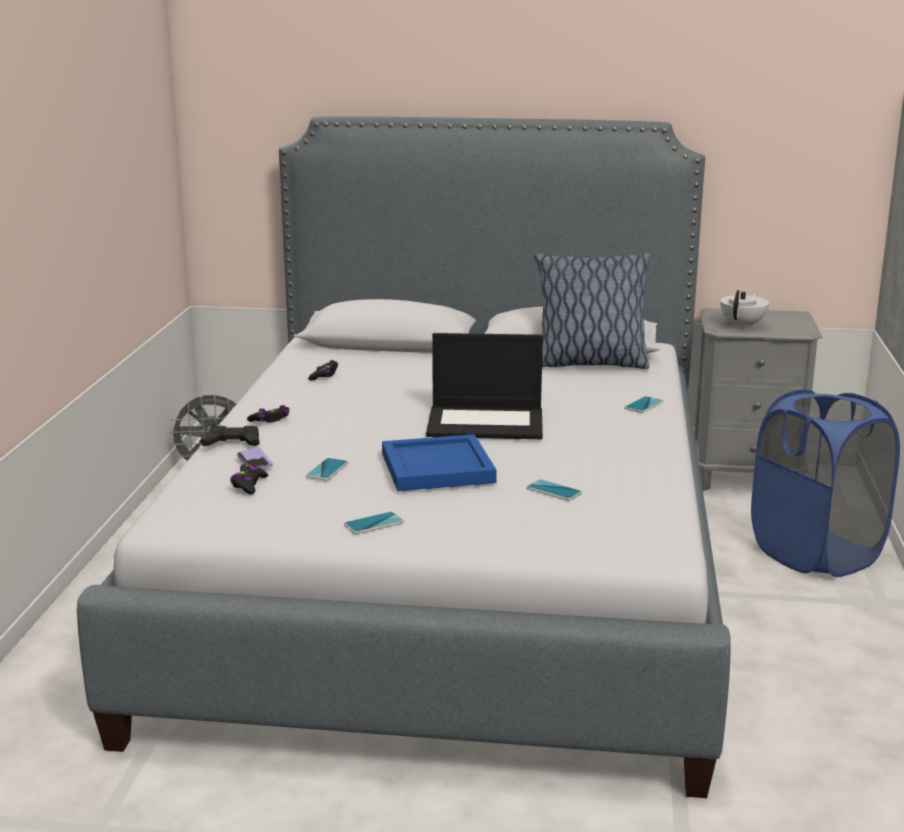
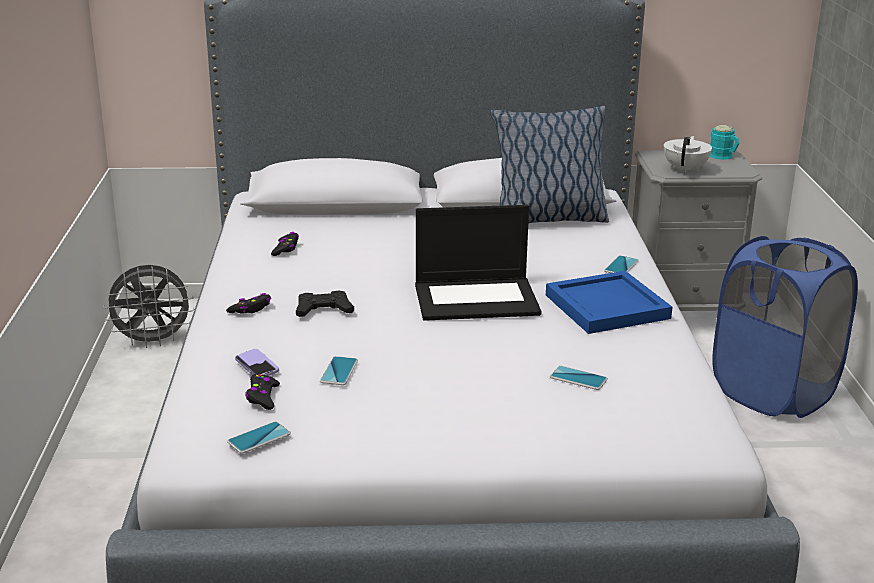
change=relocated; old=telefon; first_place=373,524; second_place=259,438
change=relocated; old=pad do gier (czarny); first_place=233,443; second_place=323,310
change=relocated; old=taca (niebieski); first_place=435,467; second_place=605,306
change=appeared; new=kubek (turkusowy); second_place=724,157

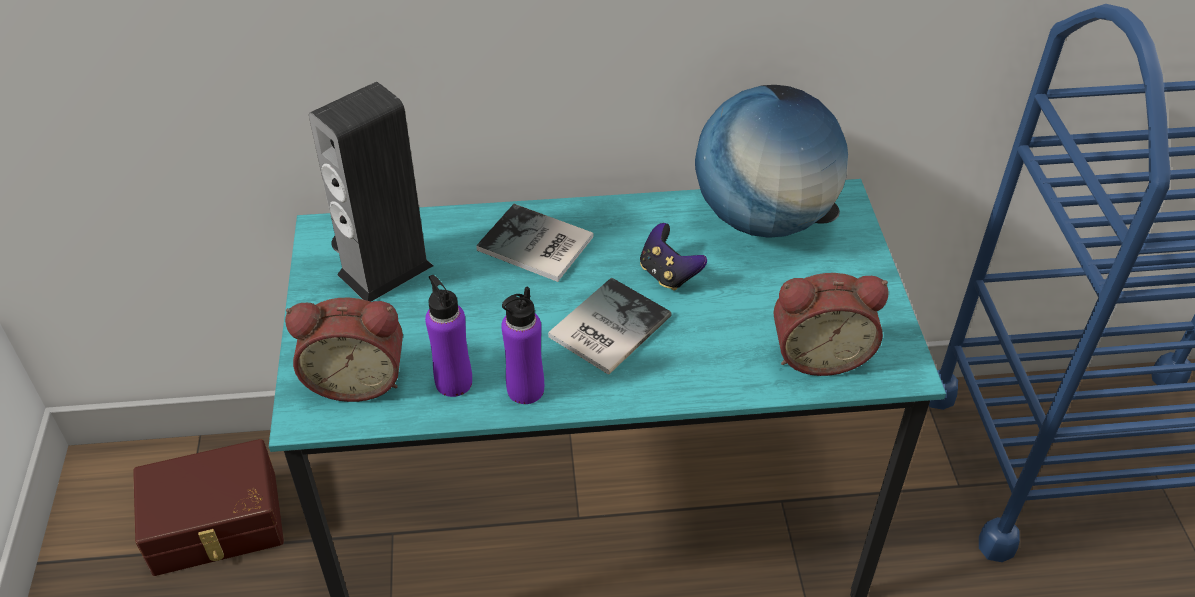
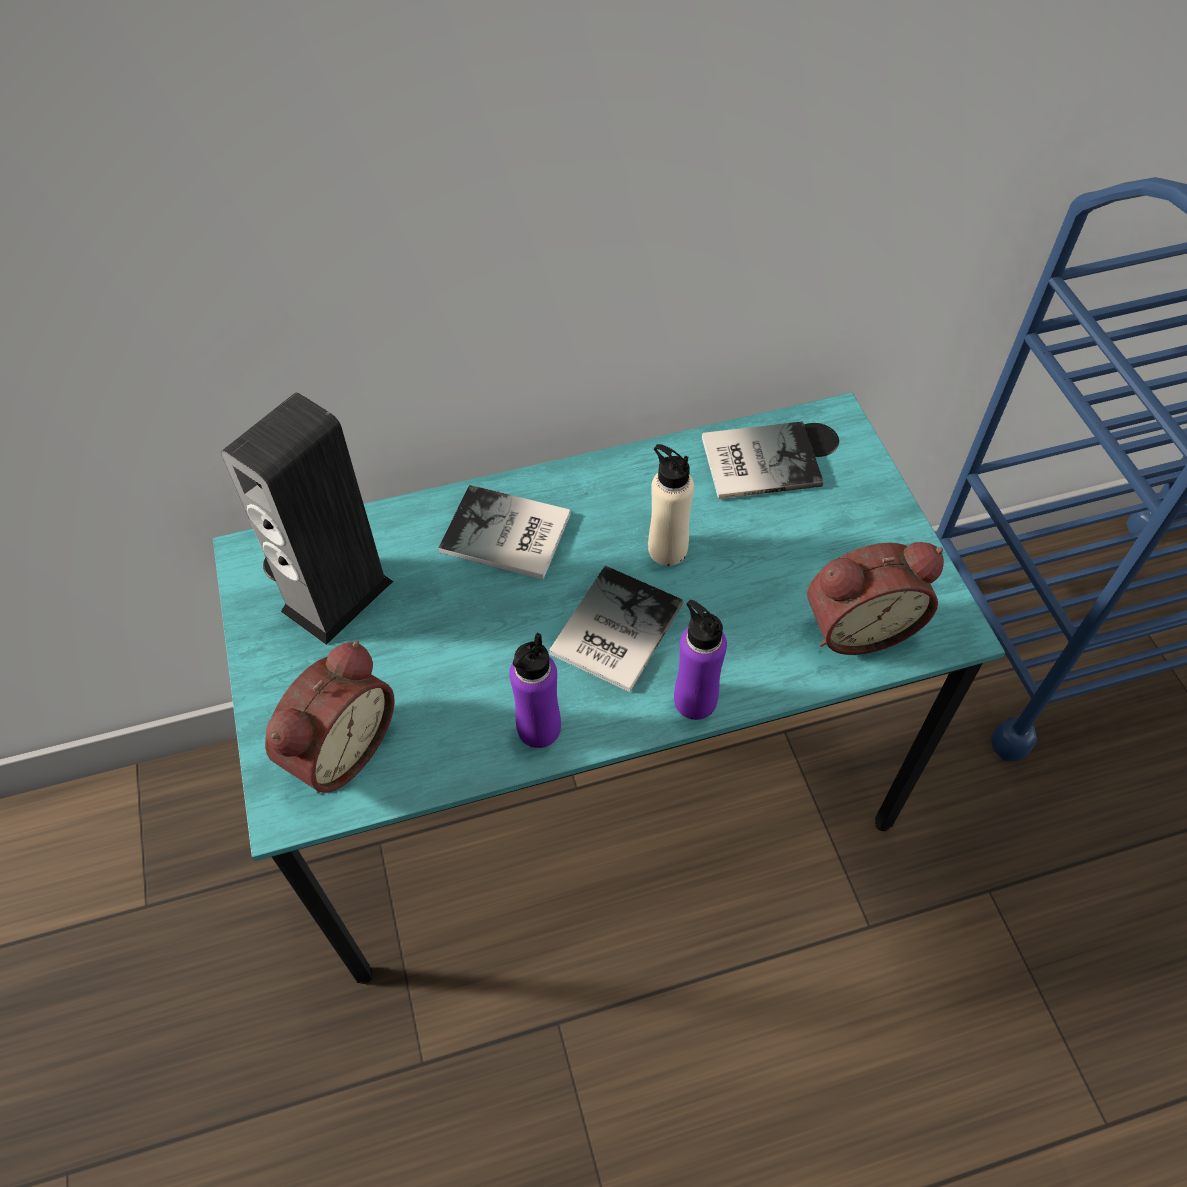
change=spun; old=budzik; first_place=357,378; second_place=337,747; degrees=-45
change=exchanged; old=pad do gier; new=butelka (beżowy); first_place=668,274; second_place=667,549
change=relocated; old=butelka (fioletowy); first_place=453,382; second_place=695,700
change=exchanged; old=globus; new=książka; first_place=763,218; second_place=757,459
change=missing; old=pojemnik do przechowywania (brązowy); first_place=216,525

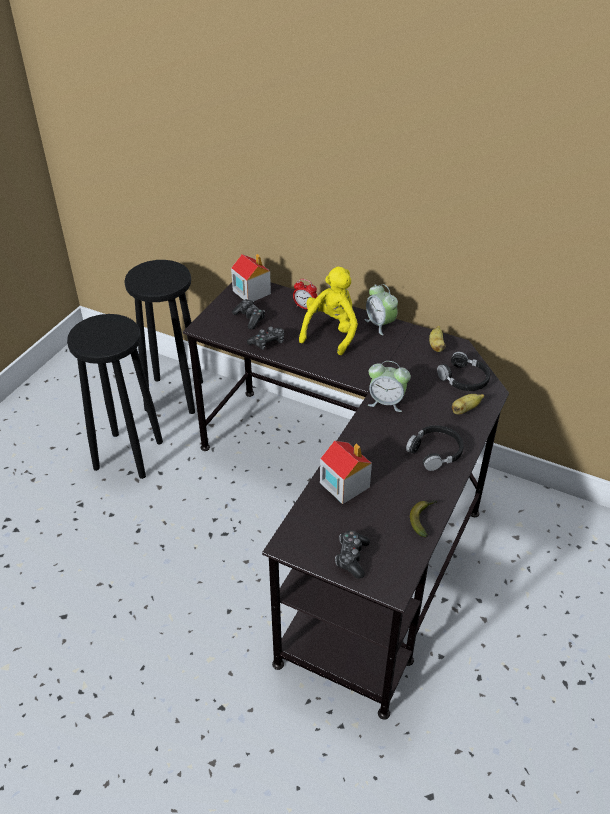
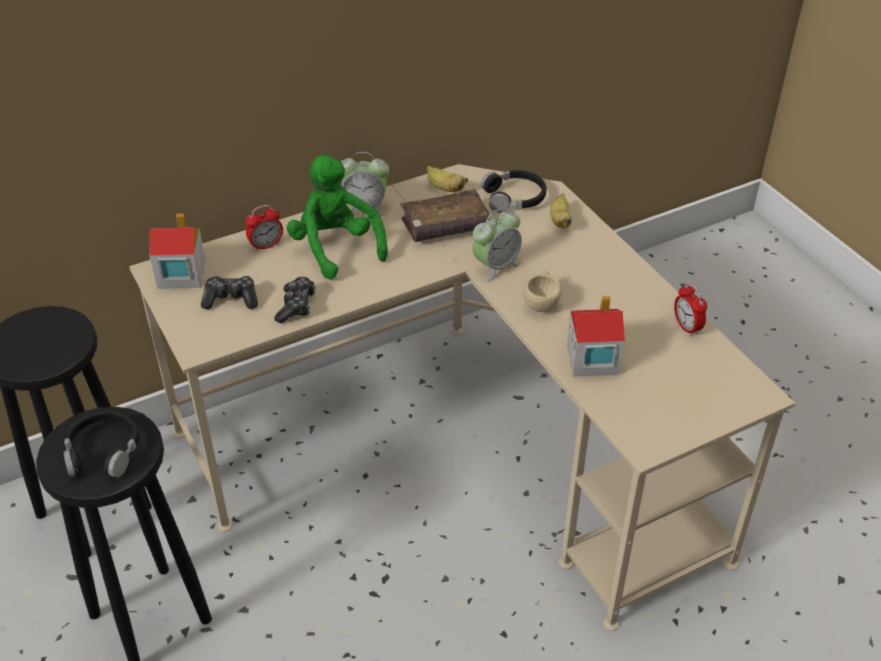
change=relocated; old=słuchawki (czarny); first_place=435,452; second_place=103,451
change=colour; old=biurko (czarny); new=biurko (beżowy); first_place=350,513; second_place=458,446
change=colour; old=pluszak (żółty); new=pluszak (zielony); first_place=331,332; second_place=336,248
change=appeared; new=książka (brązowy); second_place=445,226
change=appeared; new=filiżanka (beżowy); second_place=541,302
change=exchanged; old=banan; new=budzik; first_place=423,519; second_place=686,327
change=missing; old=pad do gier; first_place=351,557

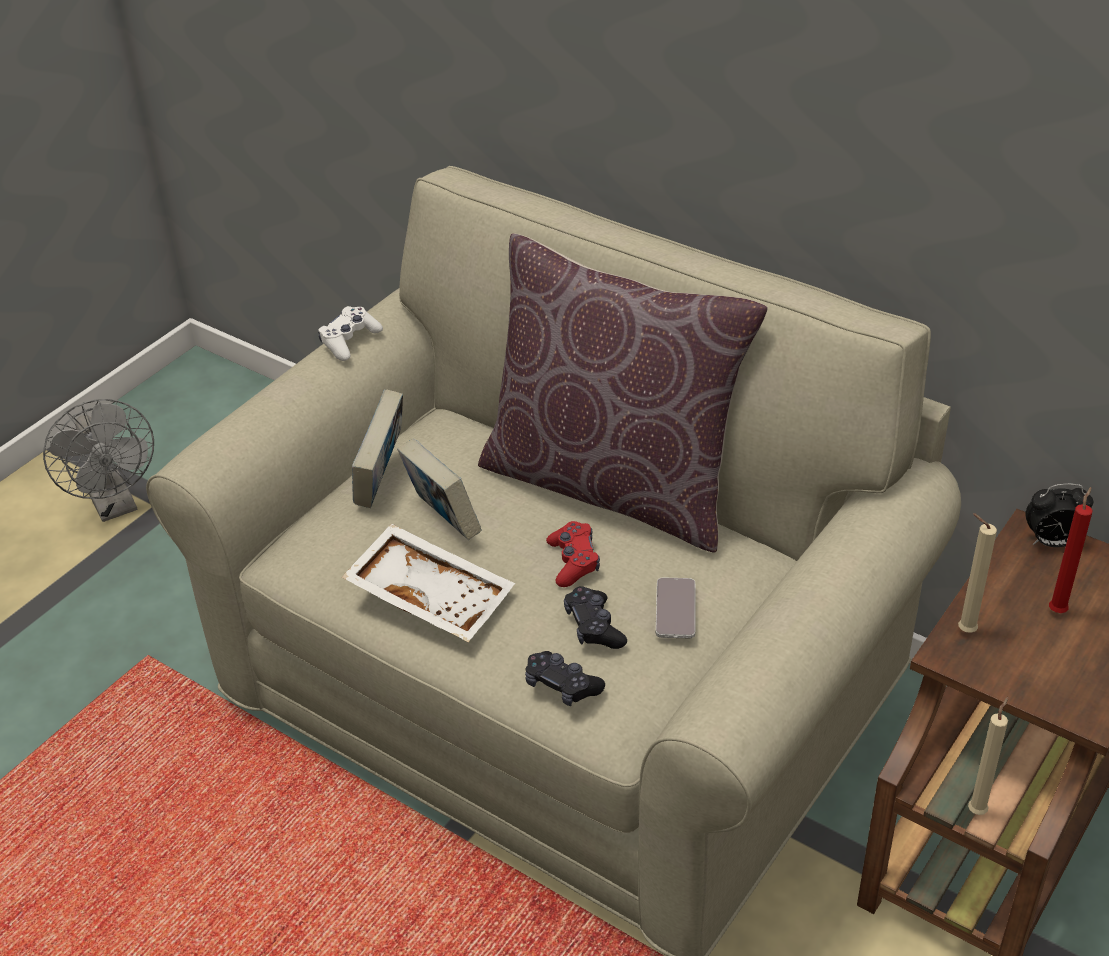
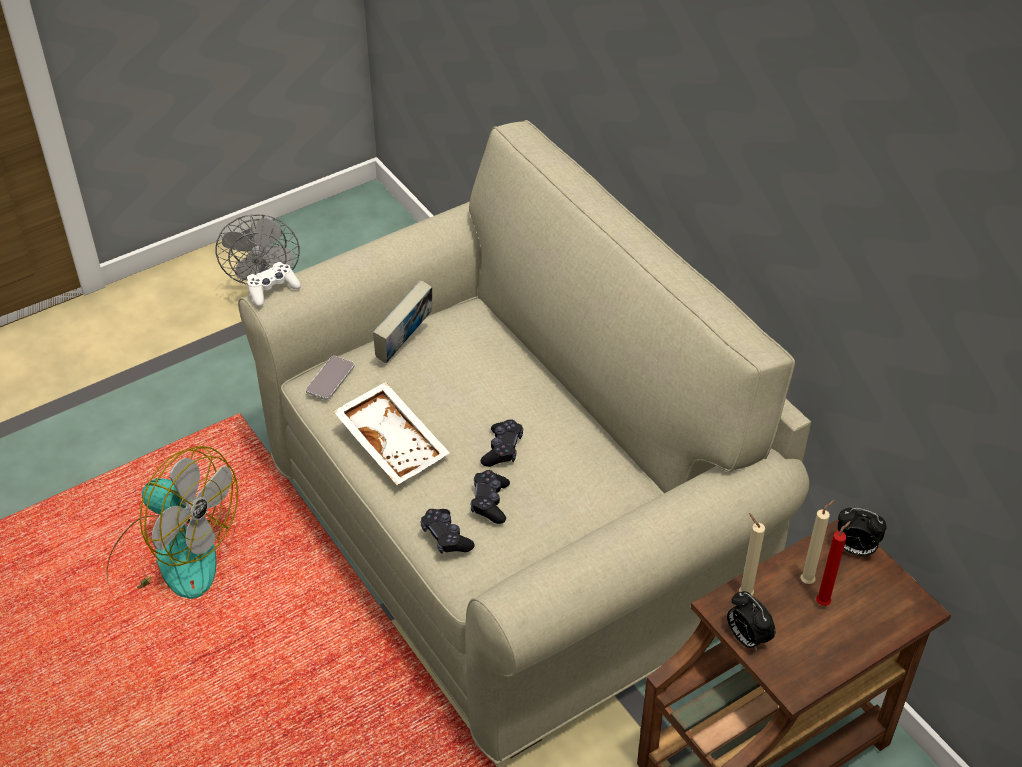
change=appeared; new=wentylator; second_place=172,555
change=relocated; old=pad do gier (biały); first_place=349,341; second_place=272,290
change=relocated; old=telefon; first_place=675,609; second_place=330,378
change=colour; old=pad do gier (czerwony); new=pad do gier (czarny); first_place=573,561; second_place=502,449
change=appeared; new=budzik; second_place=746,638
change=relocated; old=świeca (beżowy); first_place=978,809; second_place=809,580
change=missing; old=książka; first_place=442,520
change=missing; old=poduszka (brązowy); first_place=613,484

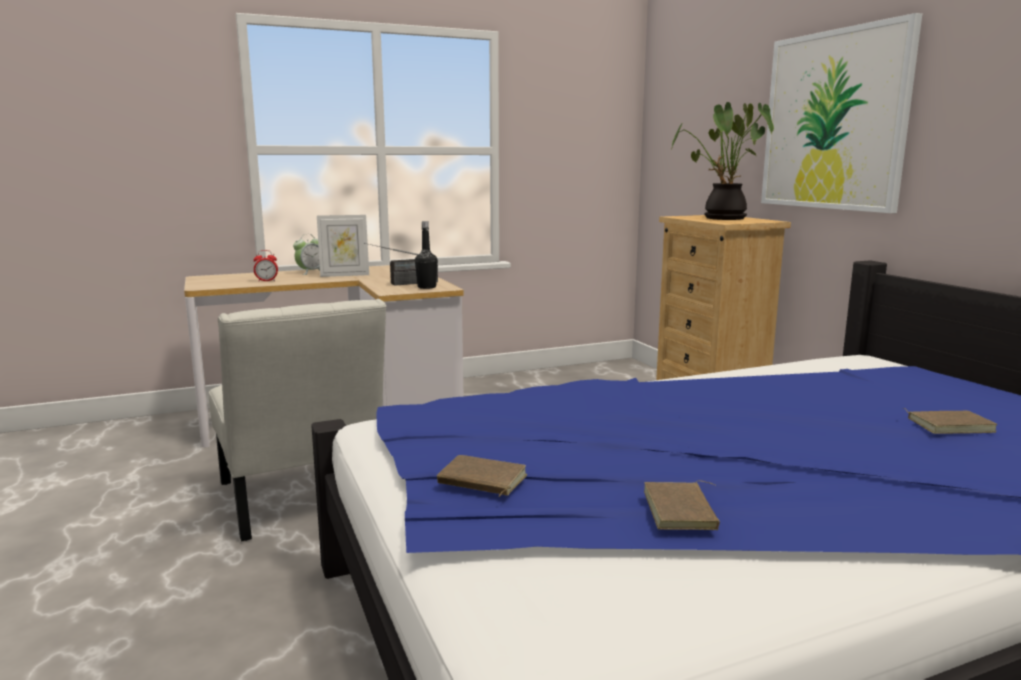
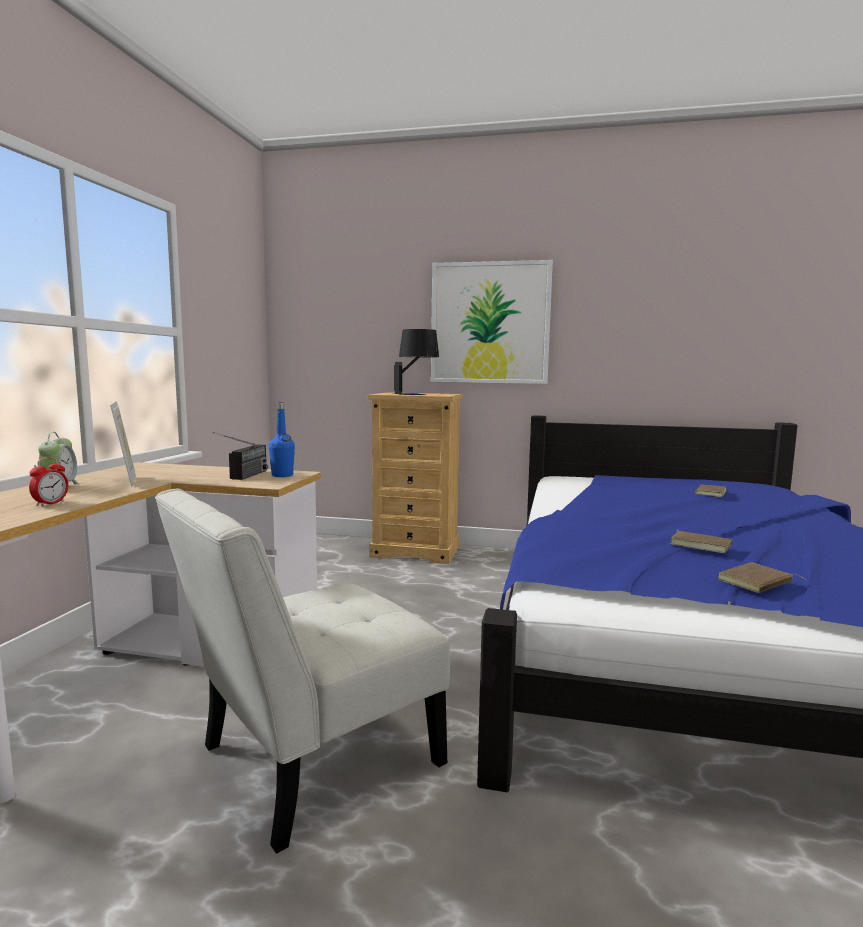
change=spun; old=ramka na zdjęcie; first_place=344,275; second_place=126,481; degrees=-45
change=spun; old=krzesło (biały); first_place=301,500; second_place=309,761; degrees=135
change=colour; old=butelka (czarny); new=butelka (niebieski); first_place=427,287; second_place=282,475
change=exchanged; old=roślina doniczkowa; new=lampa stołowa (czarny); first_place=721,218; second_place=416,394
change=relocated; old=książka (brązowy); first_place=682,511; second_place=701,545

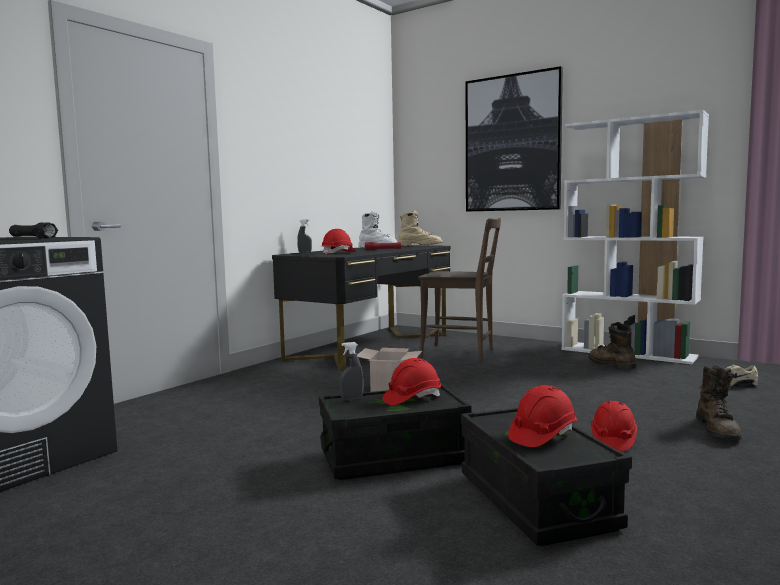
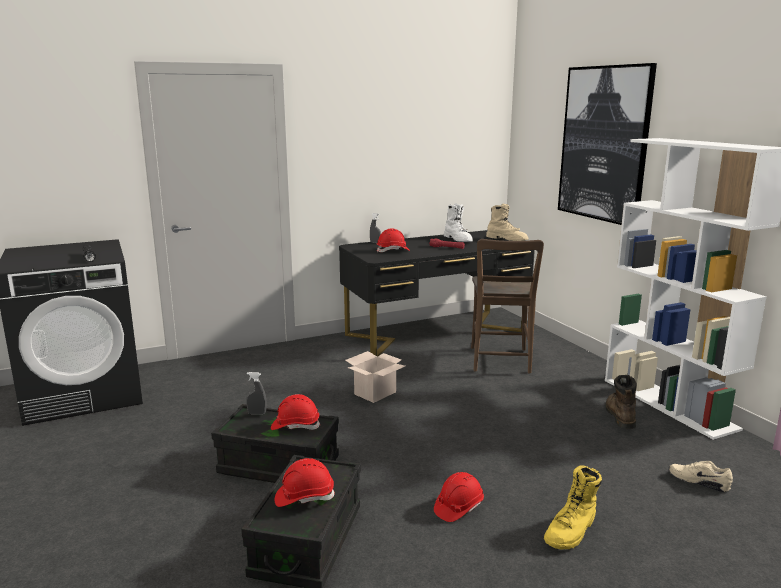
change=spun; old=krzesło (brązowy); first_place=461,353; second_place=500,362; degrees=45
change=colour; old=but z cholewką (brązowy); new=but z cholewką (żółty); first_place=718,430; second_place=571,531

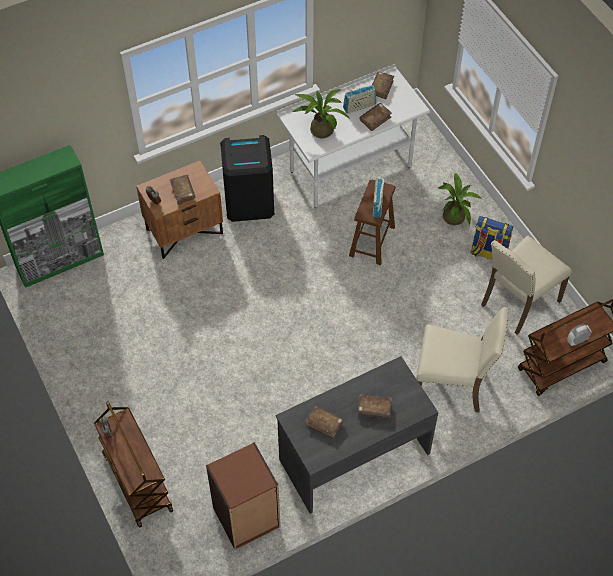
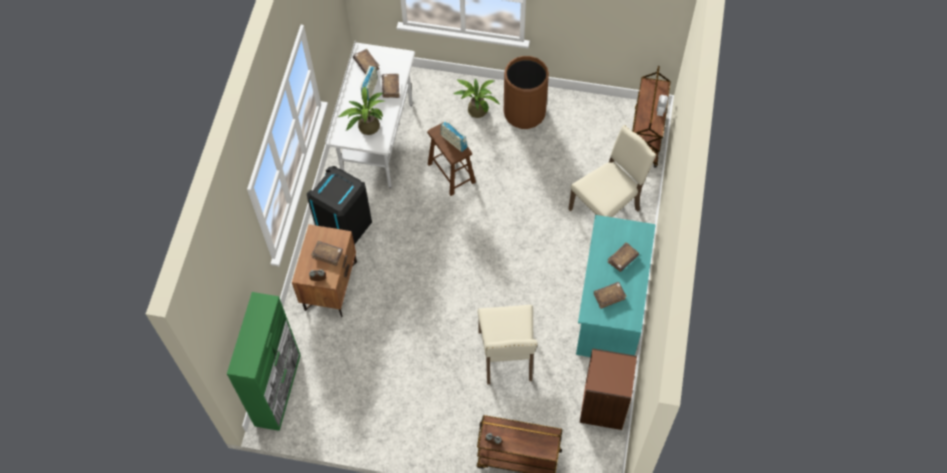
change=relocated; old=krzesło (beżowy); first_place=518,302; second_place=507,357
change=exchanged; old=plecak; new=kosz na śmieci (brązowy); first_place=488,253; second_place=524,112
change=colour; old=biurko (szary); new=biurko (turkusowy); first_place=353,455; second_place=610,306

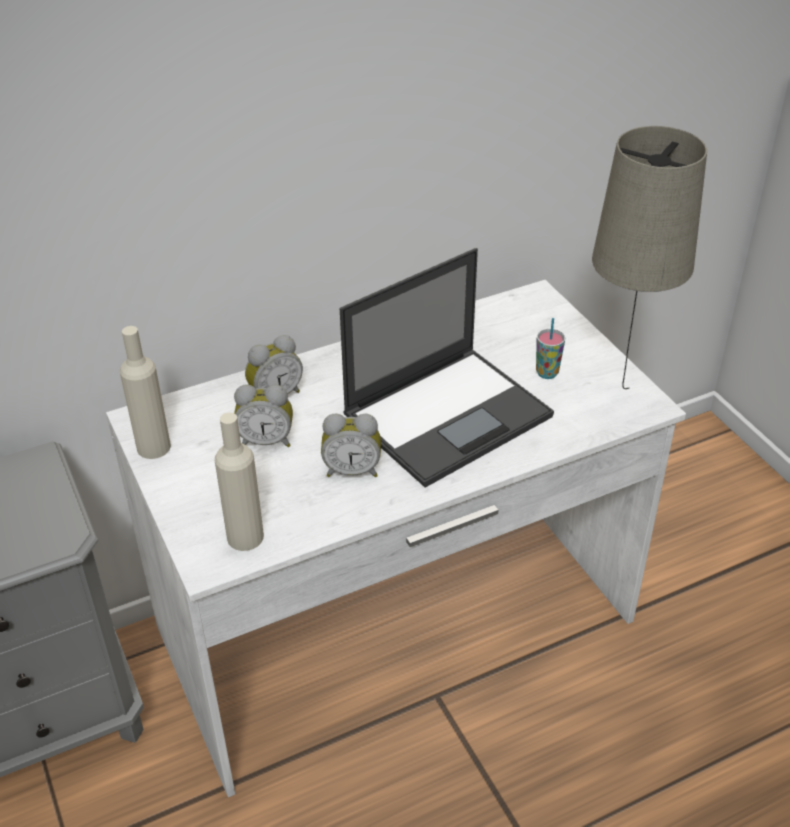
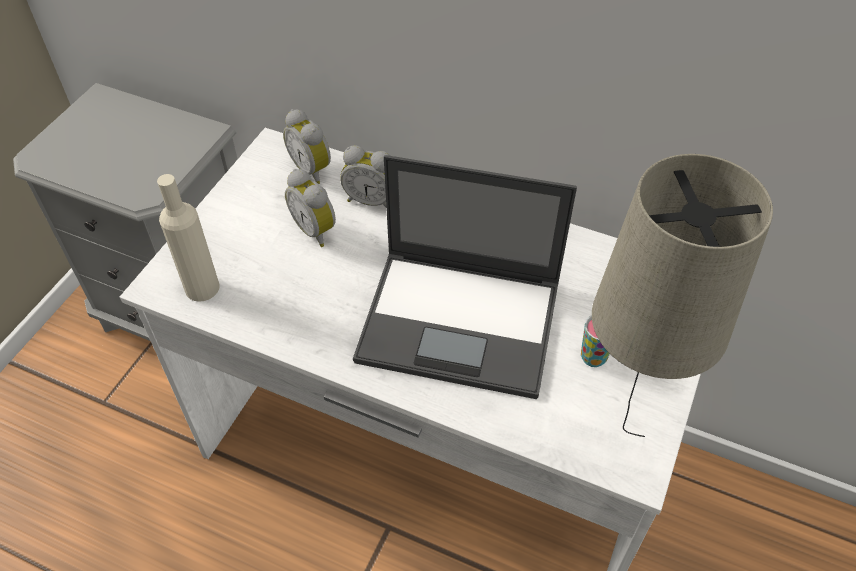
change=relocated; old=budzik; first_place=352,470; second_place=313,169
change=missing; old=butelka (beżowy); first_place=153,447

